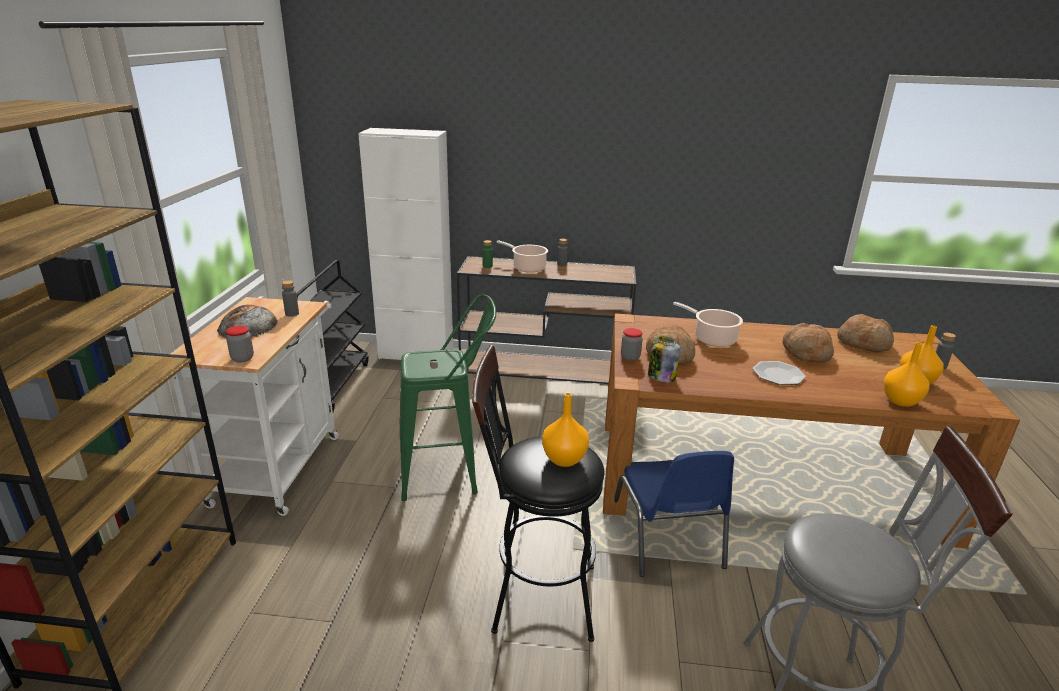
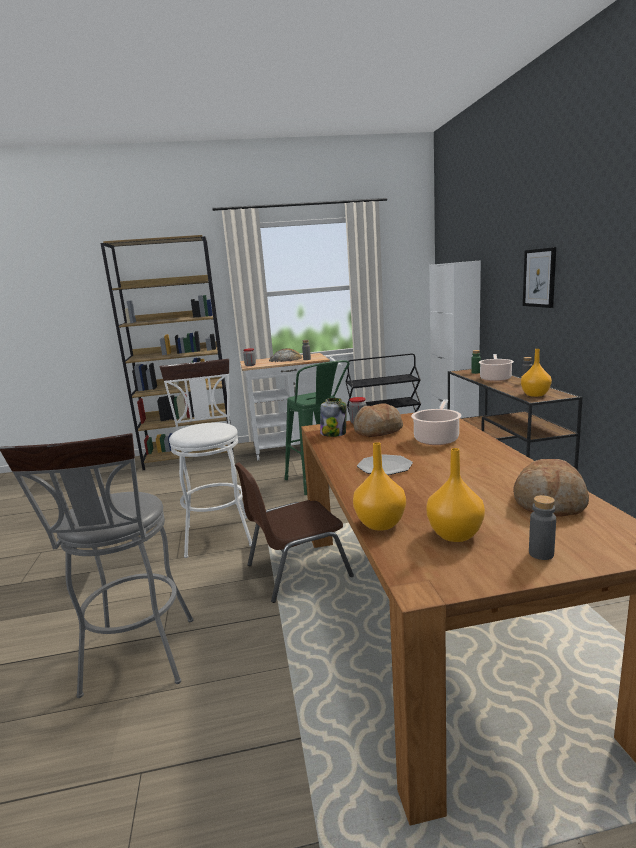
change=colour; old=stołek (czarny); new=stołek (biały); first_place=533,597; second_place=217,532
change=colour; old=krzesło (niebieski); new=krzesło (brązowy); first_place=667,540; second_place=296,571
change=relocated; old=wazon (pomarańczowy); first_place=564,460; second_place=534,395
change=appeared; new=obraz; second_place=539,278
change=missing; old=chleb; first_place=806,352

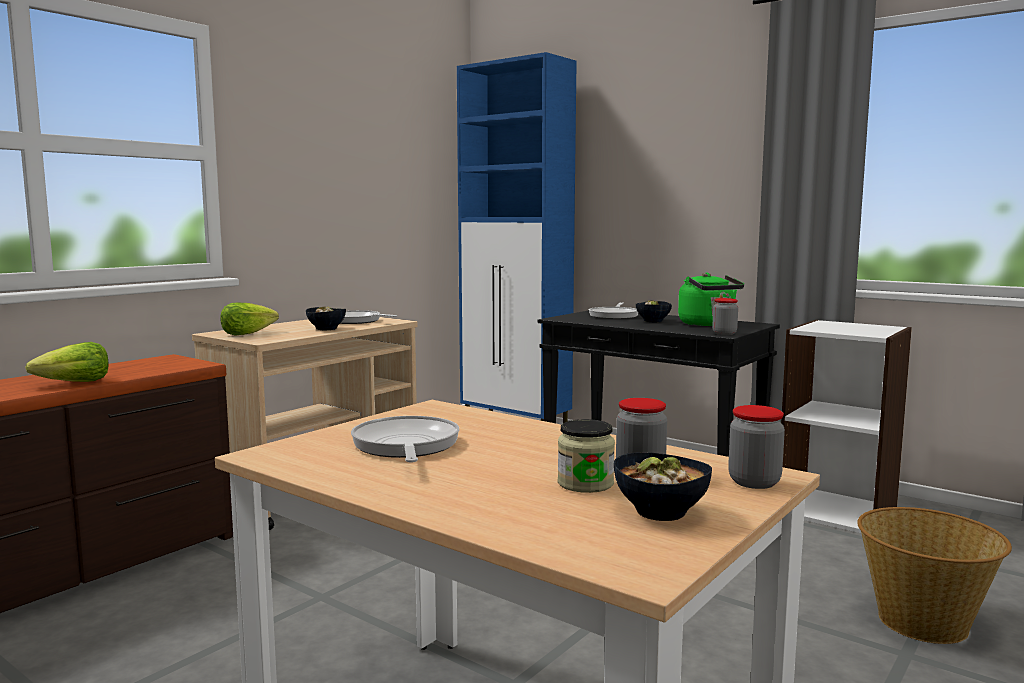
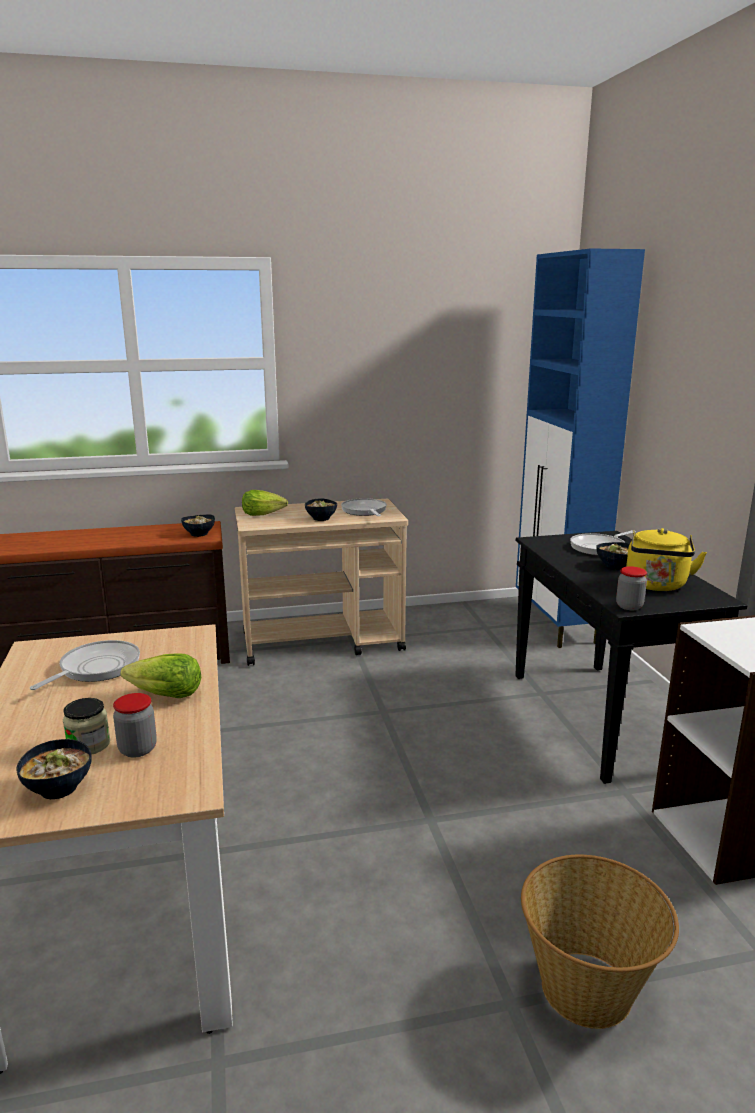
change=relocated; old=sałata; first_place=74,383; second_place=165,695
change=appeared; new=miska; second_place=199,534
change=colour; old=czajnik (zielony); new=czajnik (żółty); first_place=708,324; second_place=656,586
change=missing; old=słoik; first_place=754,482

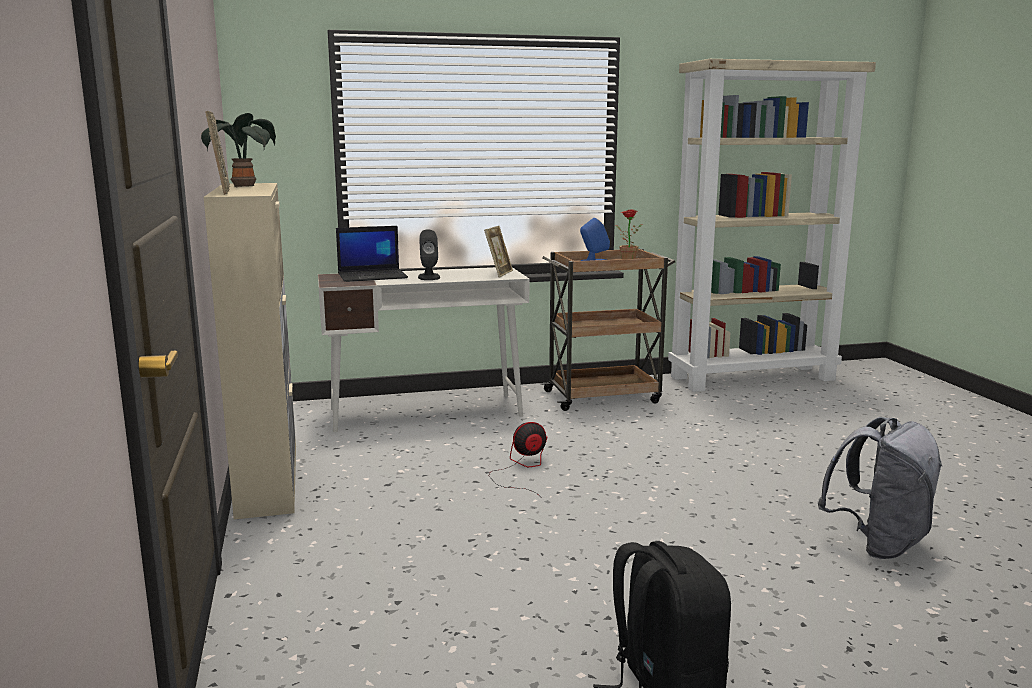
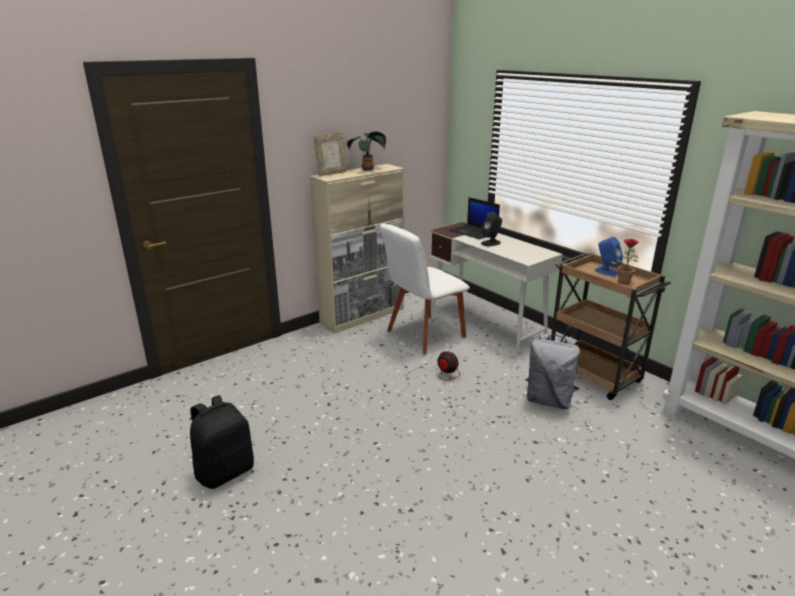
change=appeared; new=krzesło (biały); second_place=423,335
change=relocated; old=plecak (szary); first_place=878,544; second_place=549,400
change=missing; old=ramka na zdjęcie; first_place=499,273

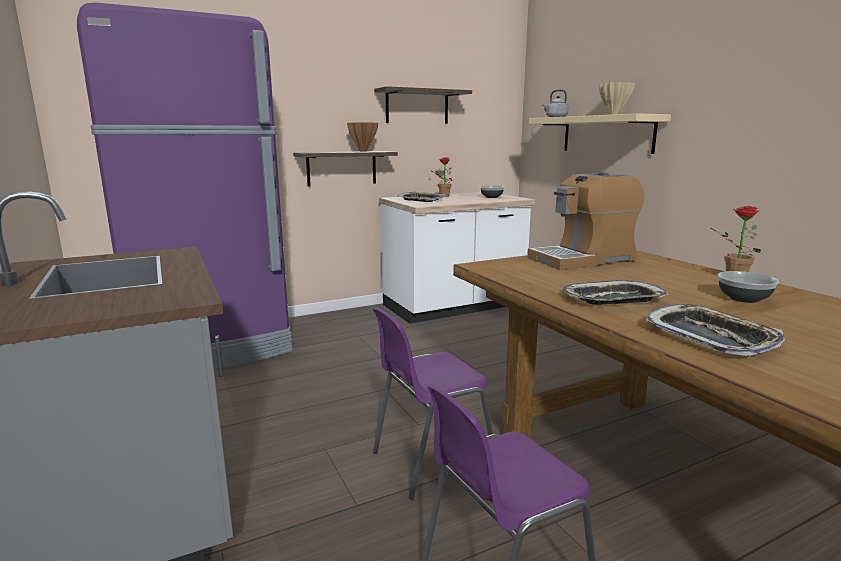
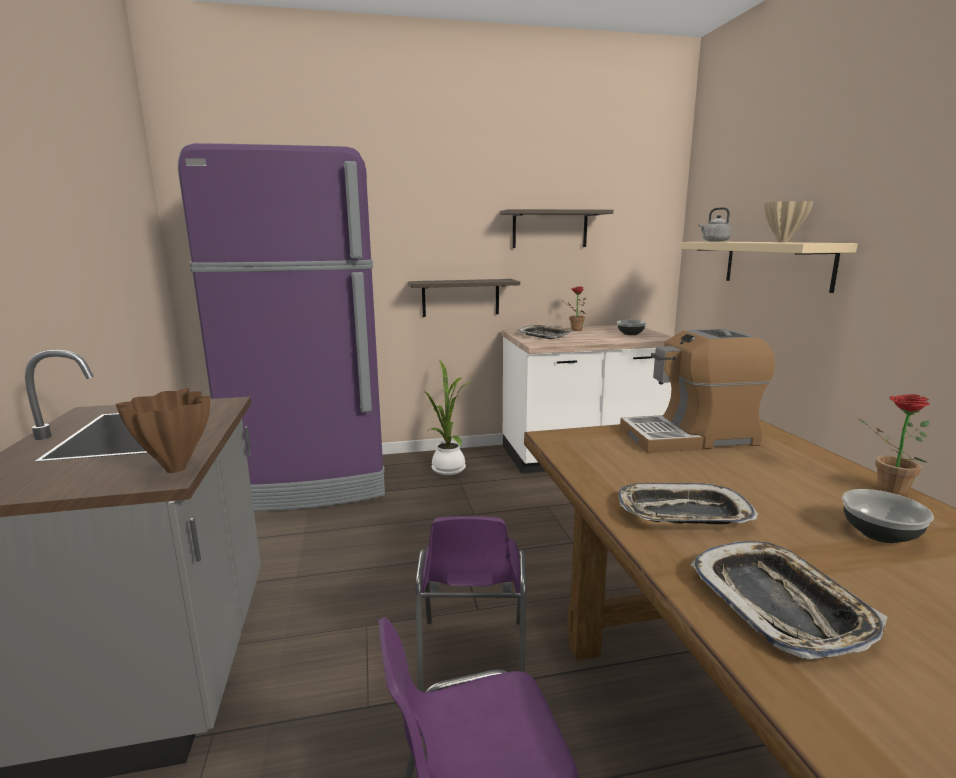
change=relocated; old=wazon (brązowy); first_place=363,151; second_place=175,470
change=spun; old=krzesło (fioletowy); first_place=430,461; second_place=471,662; degrees=-75
change=appeared; new=roślina doniczkowa; second_place=448,467

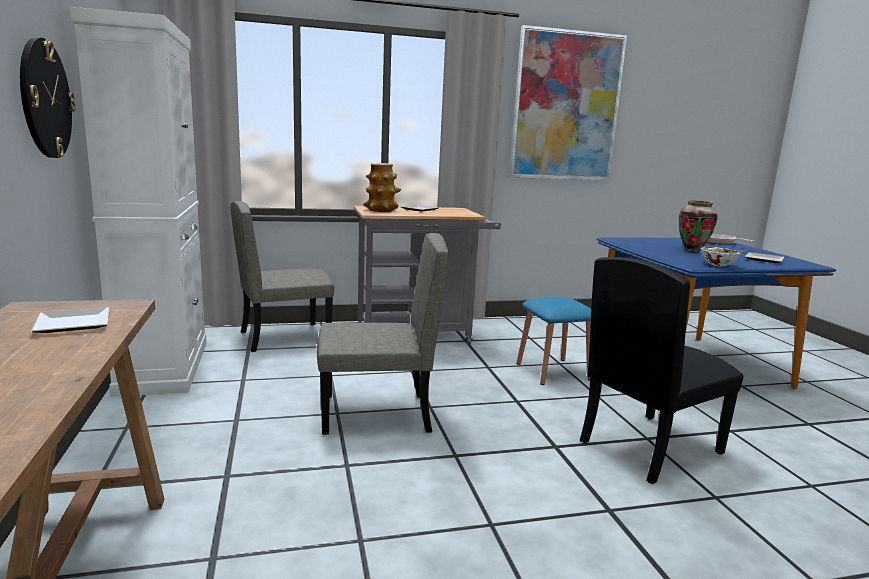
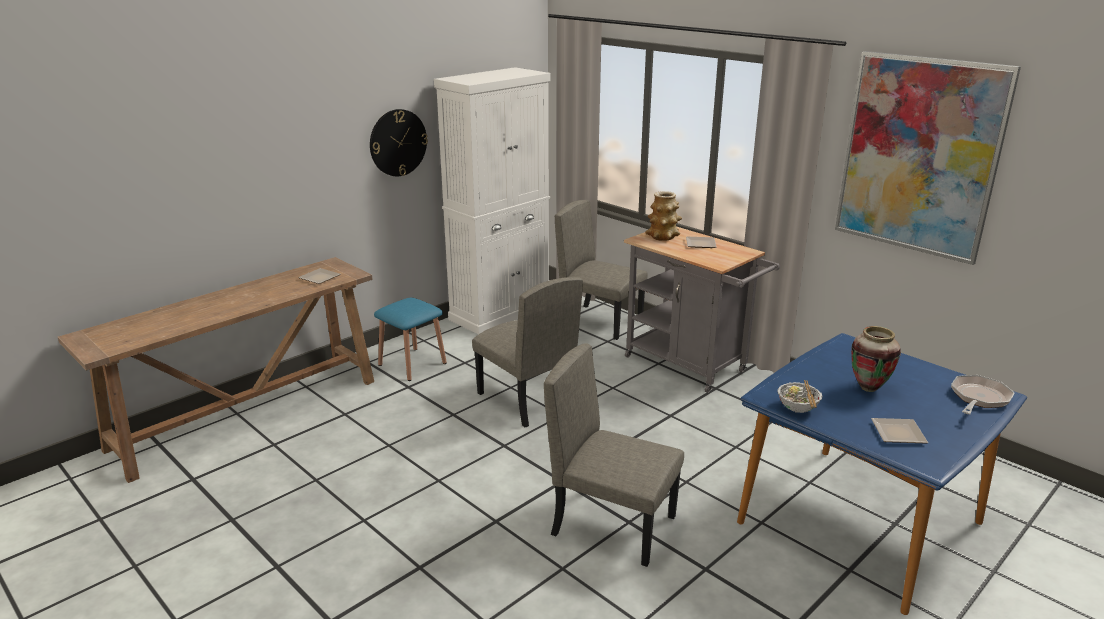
change=relocated; old=stołek (niebieski); first_place=553,371; second_place=412,364
change=colour; old=krzesło (czarny); new=krzesło (beżowy); first_place=649,446; second_place=614,525

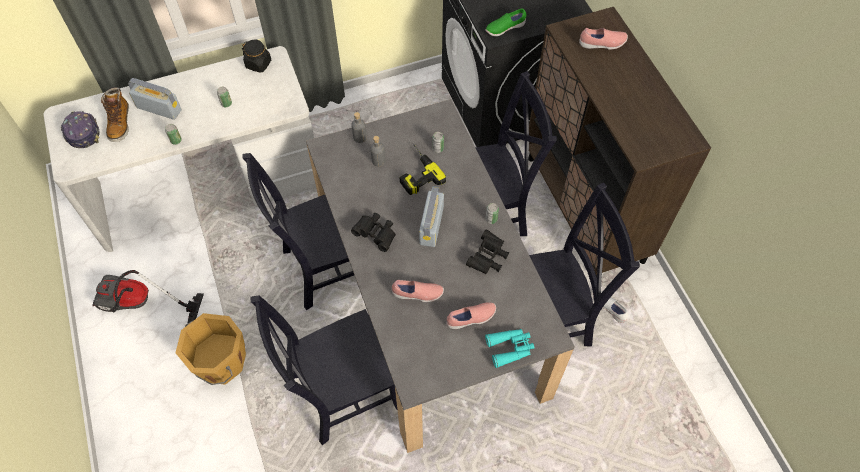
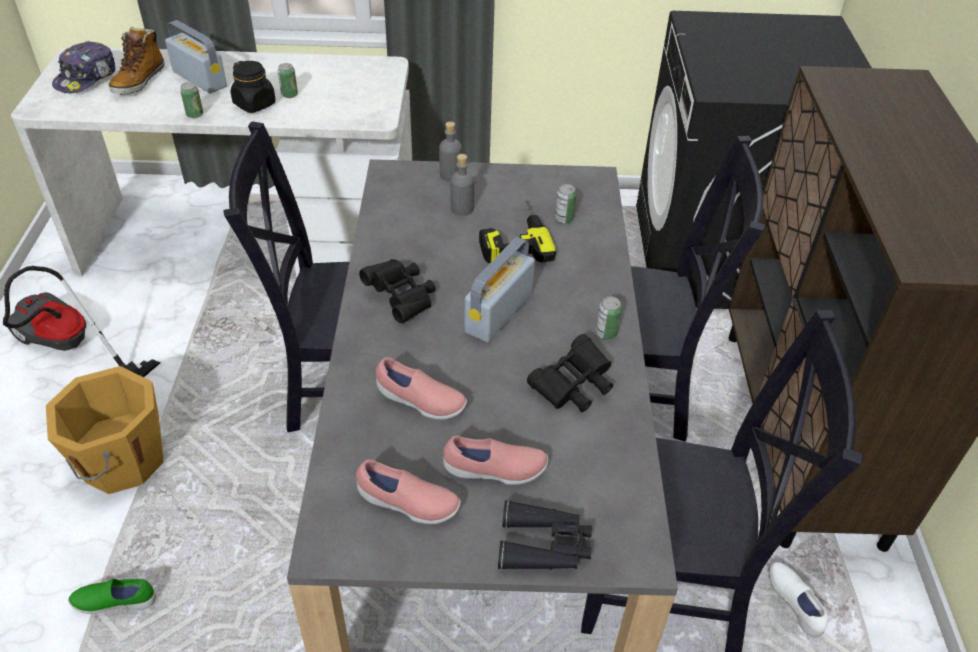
change=spun; old=czapka z daszkiem; first_place=82,132; second_place=87,78; degrees=-150
change=relocated; old=but (zielony); first_place=504,28; second_place=116,601
change=relocated; old=słoik (czarny); first_place=258,64; second_place=255,104
change=relocated; old=but (różowy); first_place=602,44; second_place=408,504
change=colour; old=lornetka (turkusowy); new=lornetka (czarny); first_place=510,348; second_place=545,546
change=missing; old=krzesło (czarny); first_place=341,393

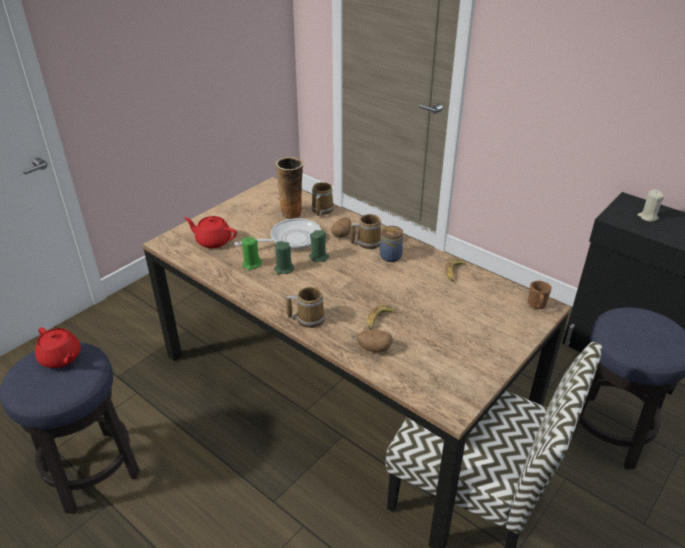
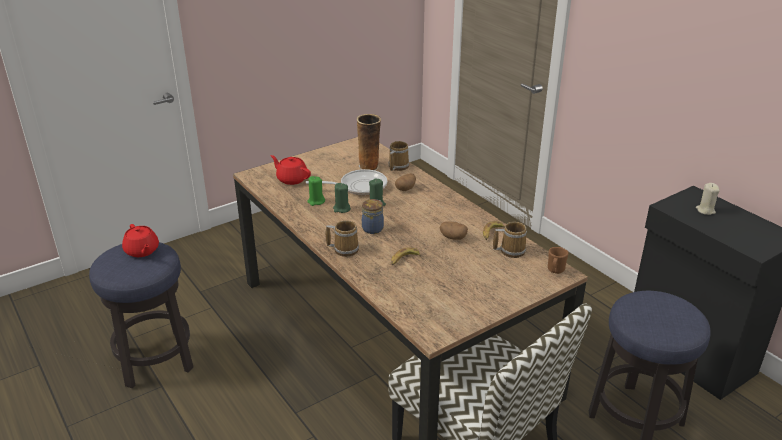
change=relocated; old=słoik; first_place=391,256; second_place=373,228
change=relocated; old=ziemniak; first_place=374,348; second_place=453,237
change=relocated; old=kubek; first_place=367,242; second_place=510,250

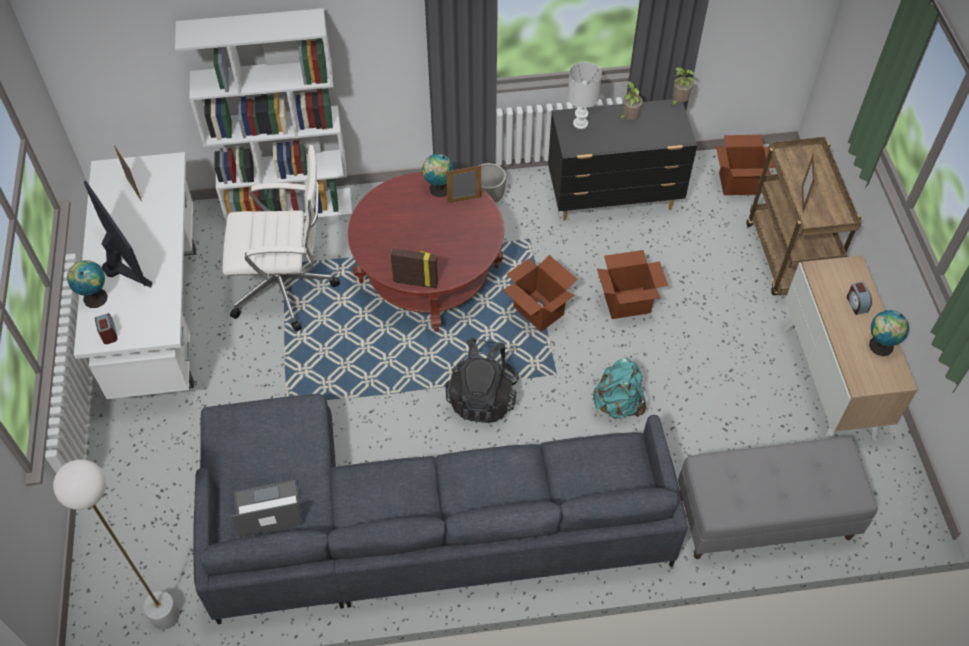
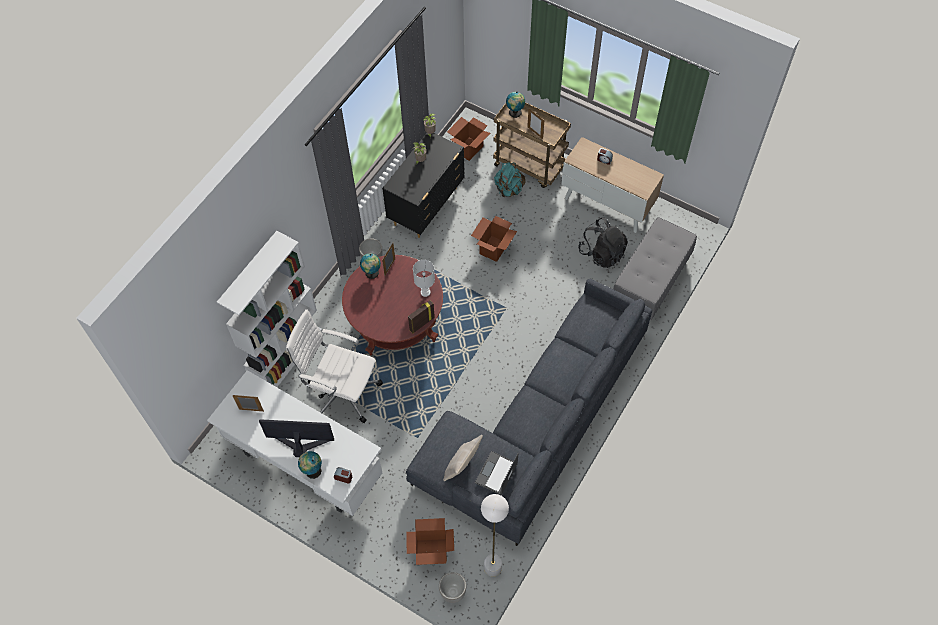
change=spun; old=krzesło biurowe (biały); first_place=286,288; second_place=341,392; degrees=-105
change=relocated; old=karton; first_place=538,311; second_place=431,551
change=relocated; old=lampa stołowa (biały); first_place=580,124; second_place=425,292
change=appeared; new=donica; second_place=453,592
change=appeared; new=poduszka (beżowy); second_place=462,466
change=relocated; old=plecak (turkusowy); first_place=618,403; second_place=508,189
change=relocated; old=globus; first_place=879,347; second_place=515,113
change=relocated; old=plecak (czarny); first_place=482,397; second_place=602,253

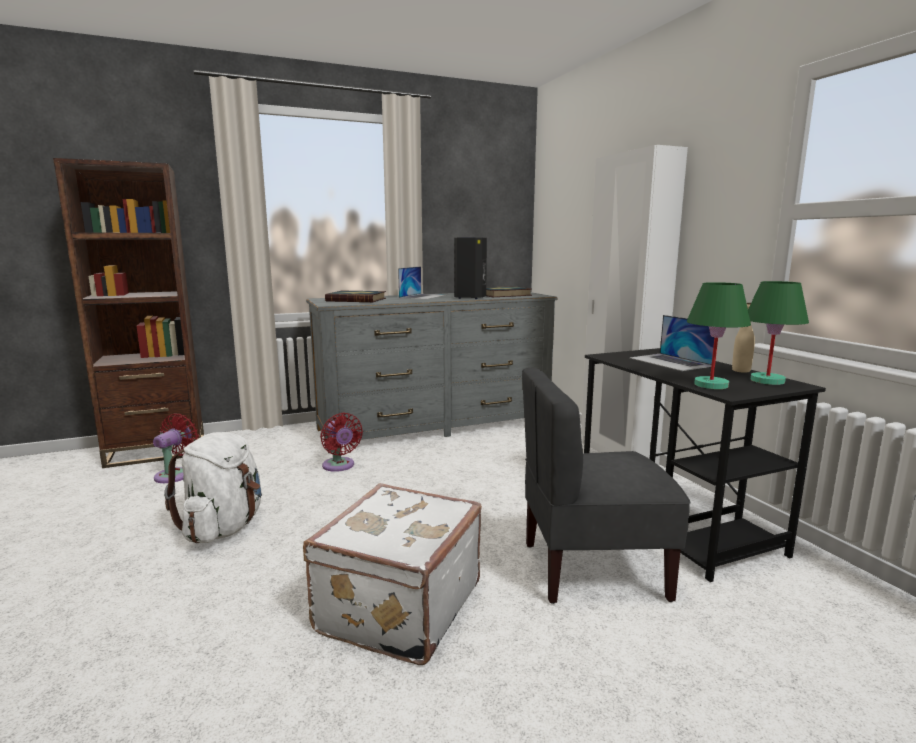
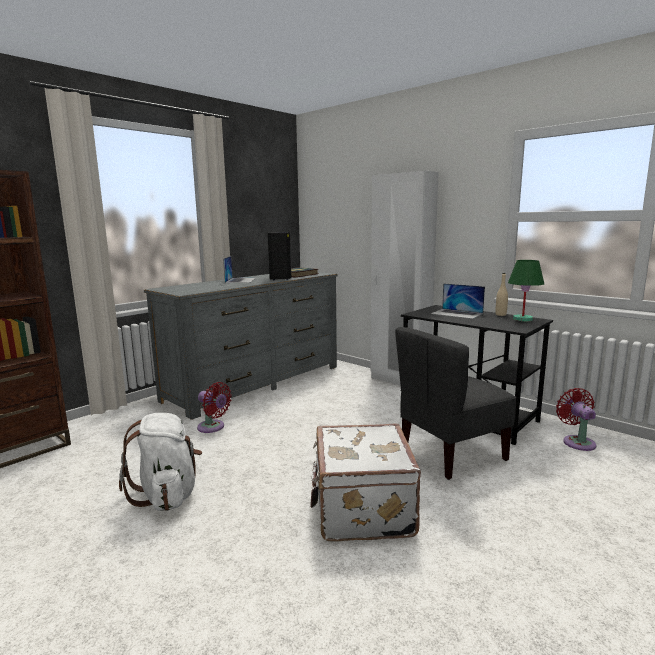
change=relocated; old=wentylator (czerwony); first_place=176,474; second_place=577,442
change=missing; old=książka; first_place=356,299
change=missing; old=lampa stołowa (zielony); first_place=712,385

